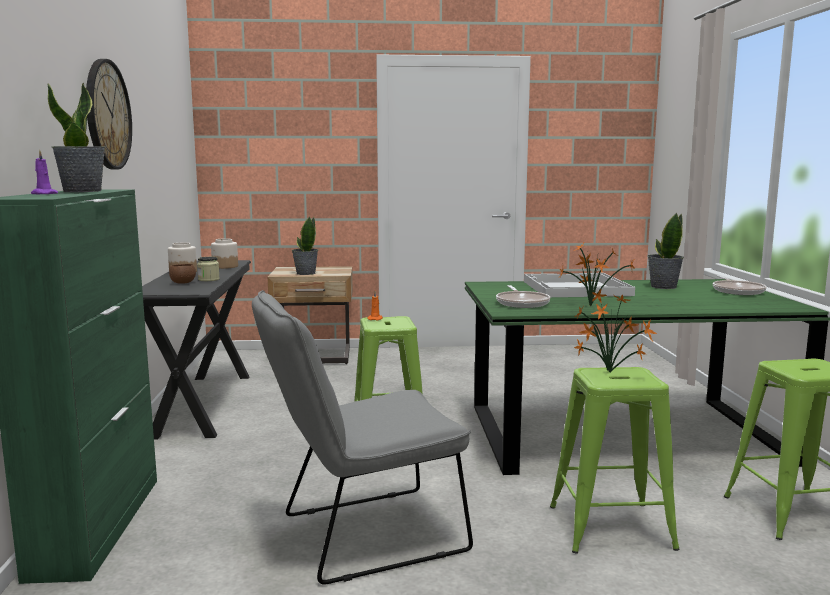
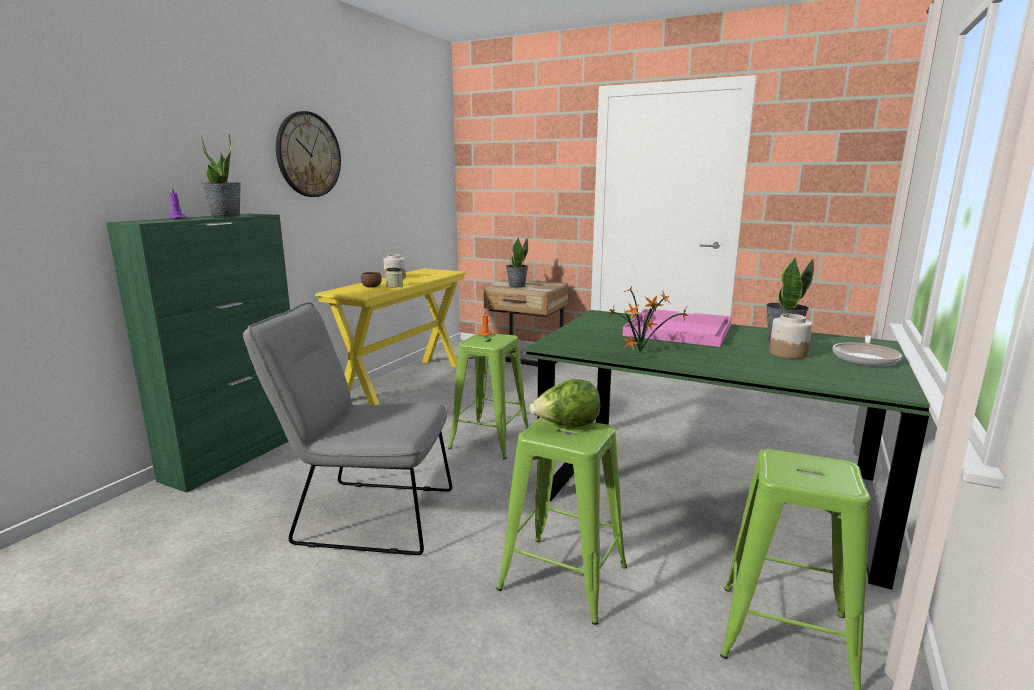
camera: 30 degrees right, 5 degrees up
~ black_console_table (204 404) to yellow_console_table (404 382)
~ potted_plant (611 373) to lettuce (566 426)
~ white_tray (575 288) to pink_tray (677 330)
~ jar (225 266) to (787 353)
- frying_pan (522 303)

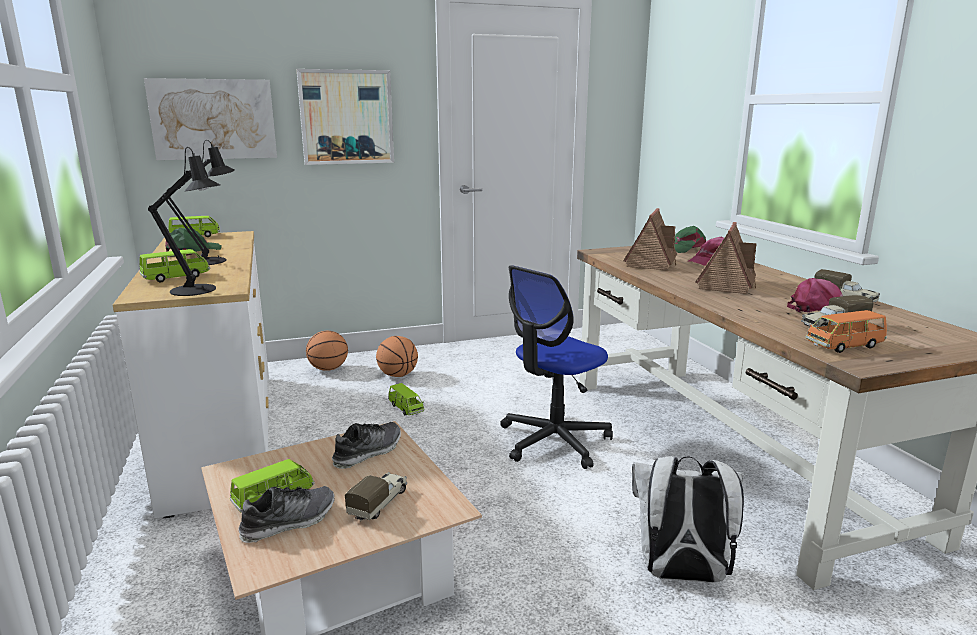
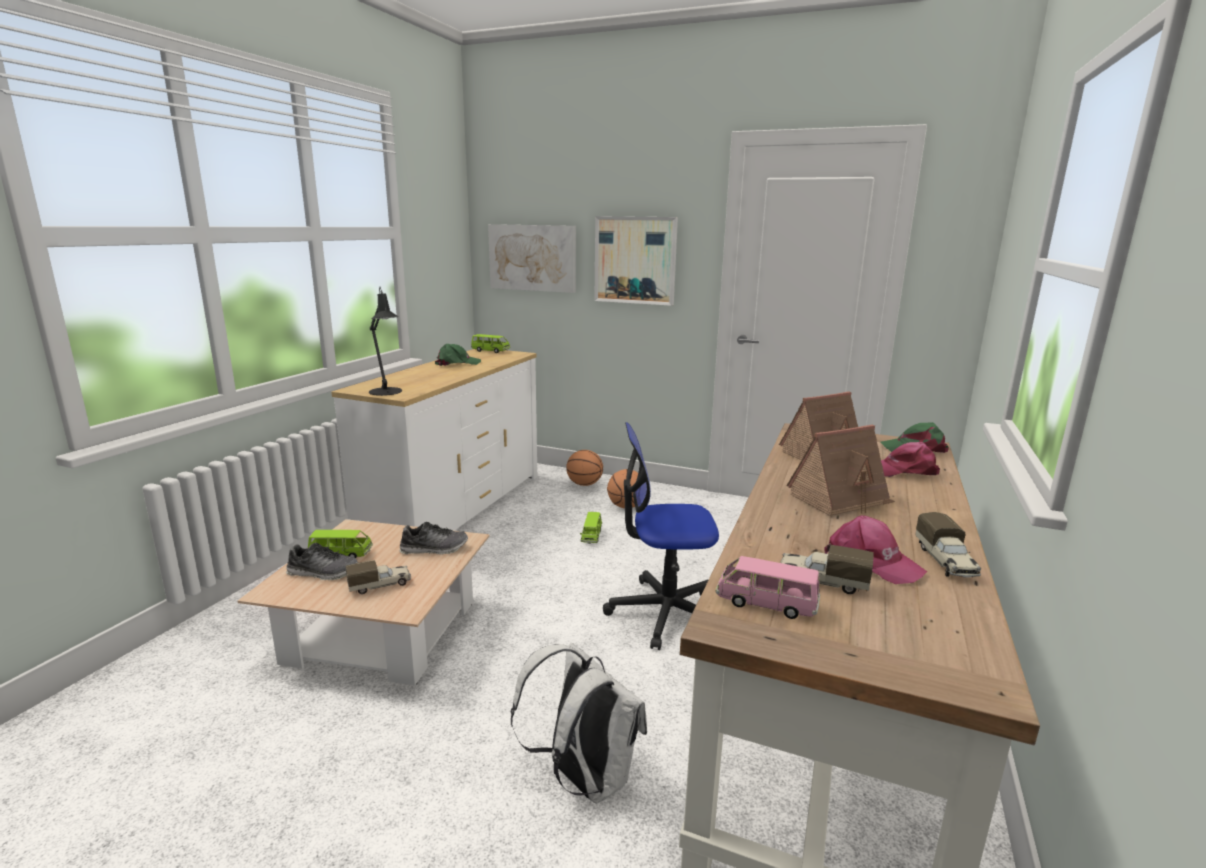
camera: 40 degrees right, 0 degrees up
~ orange_toy_car (844 346) to pink_toy_car (766 603)
- green_toy_car (176 277)
- black_table_lamp (213 260)

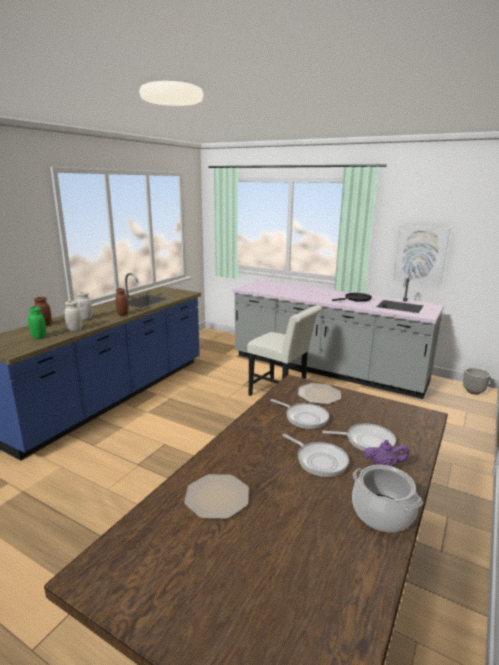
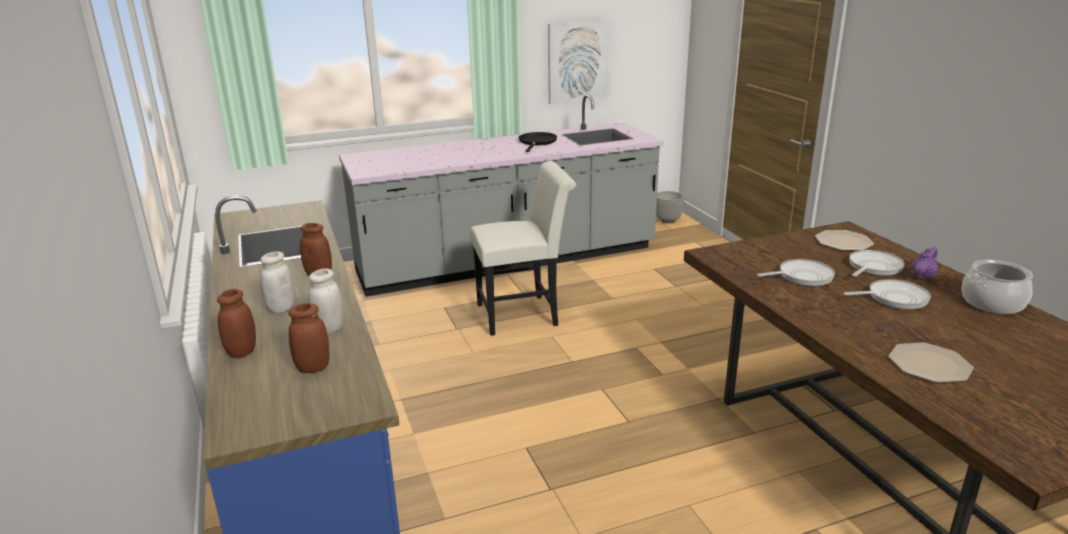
camera: 50 degrees left, 5 degrees up
~ green_jar (39 337) to brown_jar (313 368)
~ plate (319 394) to (843 241)

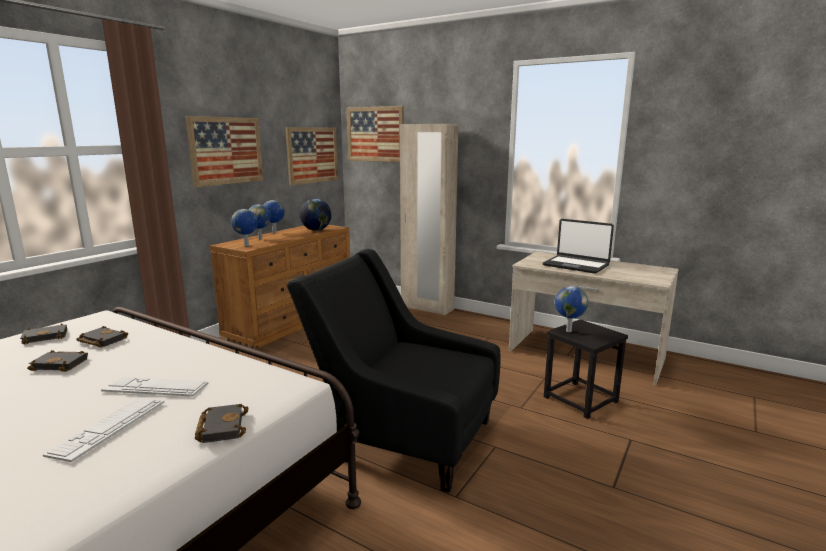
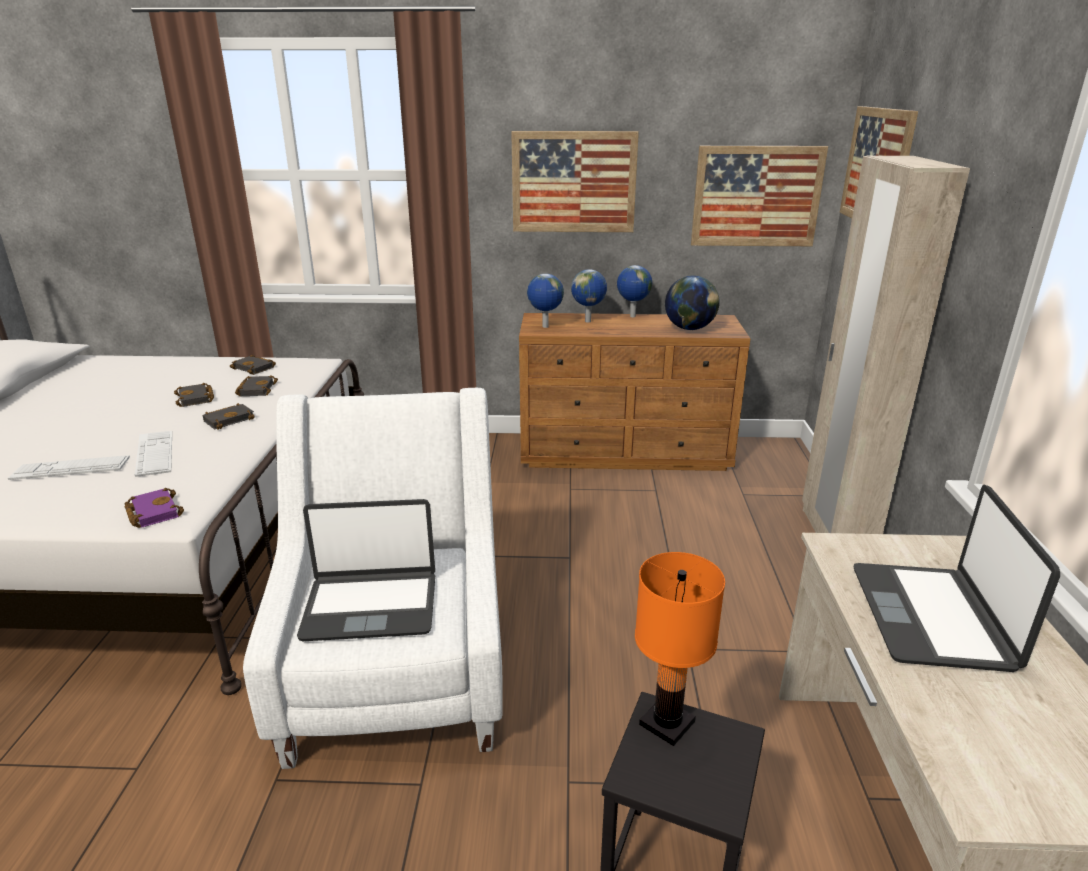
camera: 60 degrees right, 10 degrees up
+ purple_book (152 512)
~ black_book (221 427) to (229 419)
~ black_armchair (403 435) to white_armchair (398 672)
+ laptop (371 606)
~ globe (568 331) to orange_table_lamp (666 722)

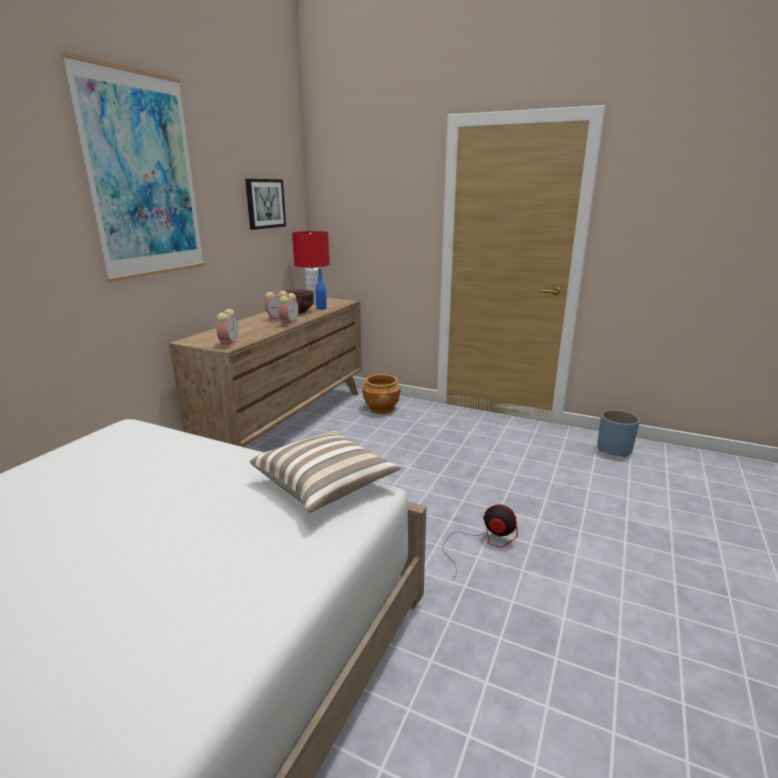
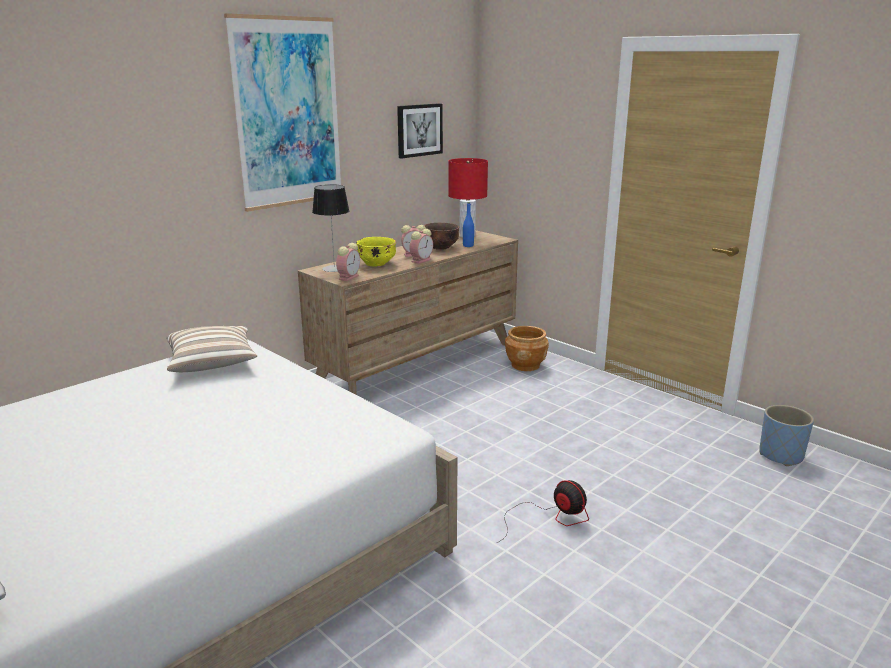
camera: 20 degrees right, 0 degrees up
~ pillow (326 485) to (212 363)
+ table_lamp (334 268)
+ yellow_bowl (376 264)

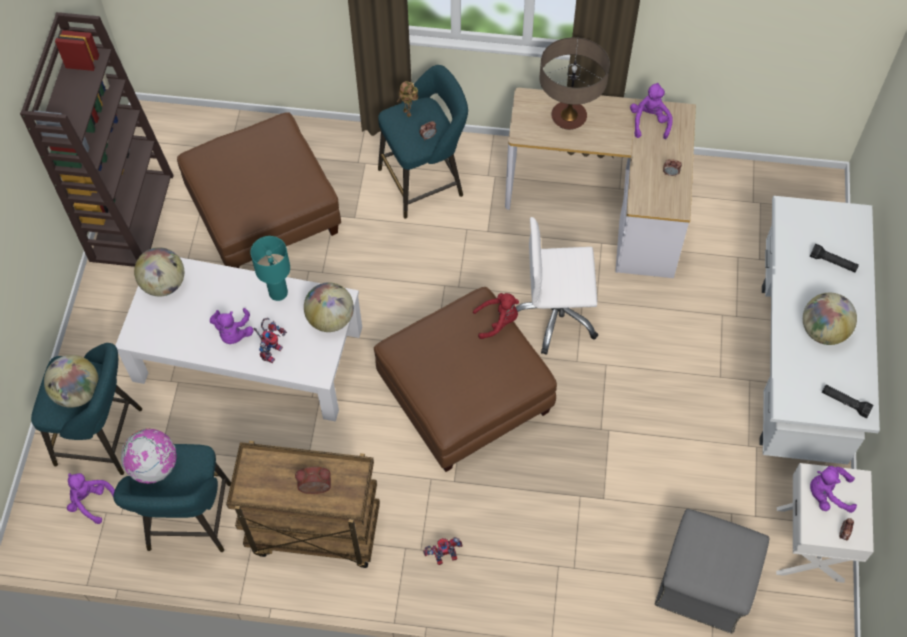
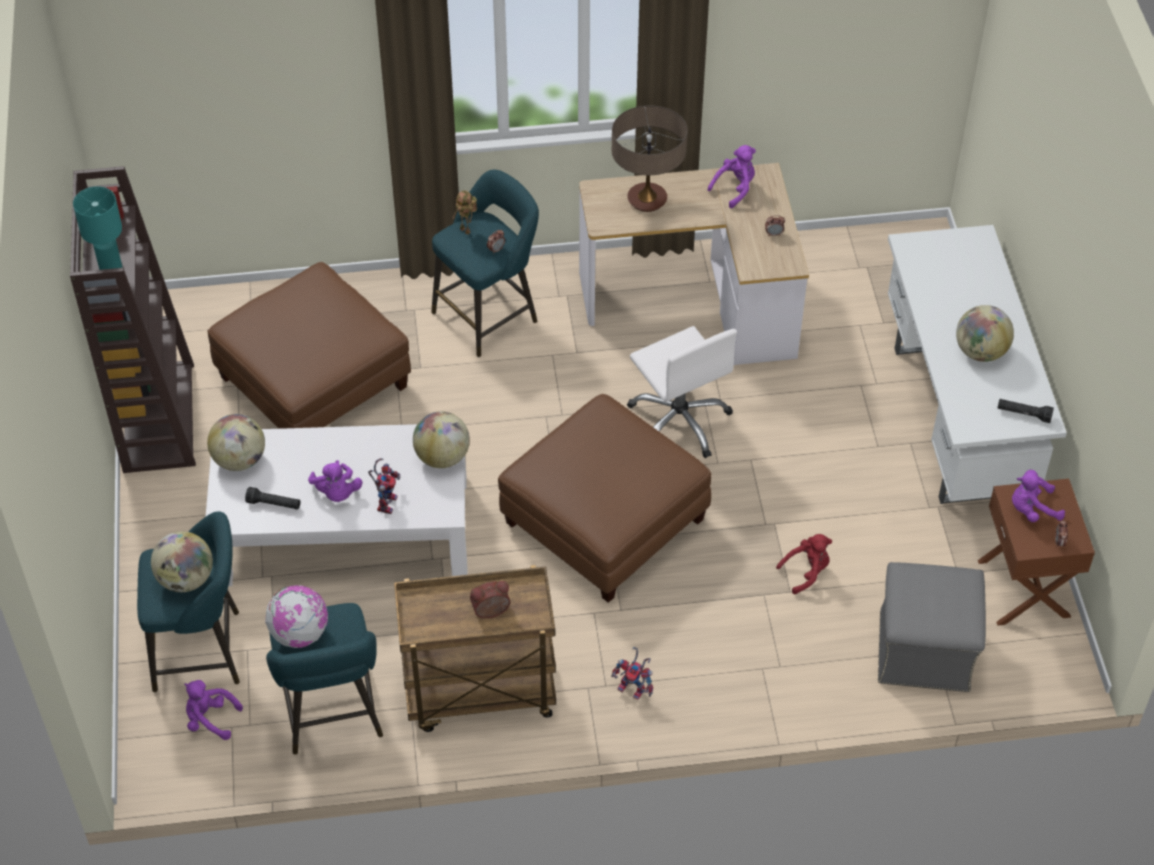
camera: 15 degrees left, 10 degrees down
~ turquoise_table_lamp (279 293) to (111 269)
~ black_flashlight (833 263) to (274 504)
~ toy_robot (444 558) = (634 688) 120 degrees counterclockwise
~ white_office_chair (555 315) = (679 421) 105 degrees counterclockwise
~ purple_plush_toy (649 122) = (735 188) 60 degrees clockwise
~ red_plush_toy (498 321) to (806 572)
~ white_nightstand (811 544) to brown_nightstand (1025 588)

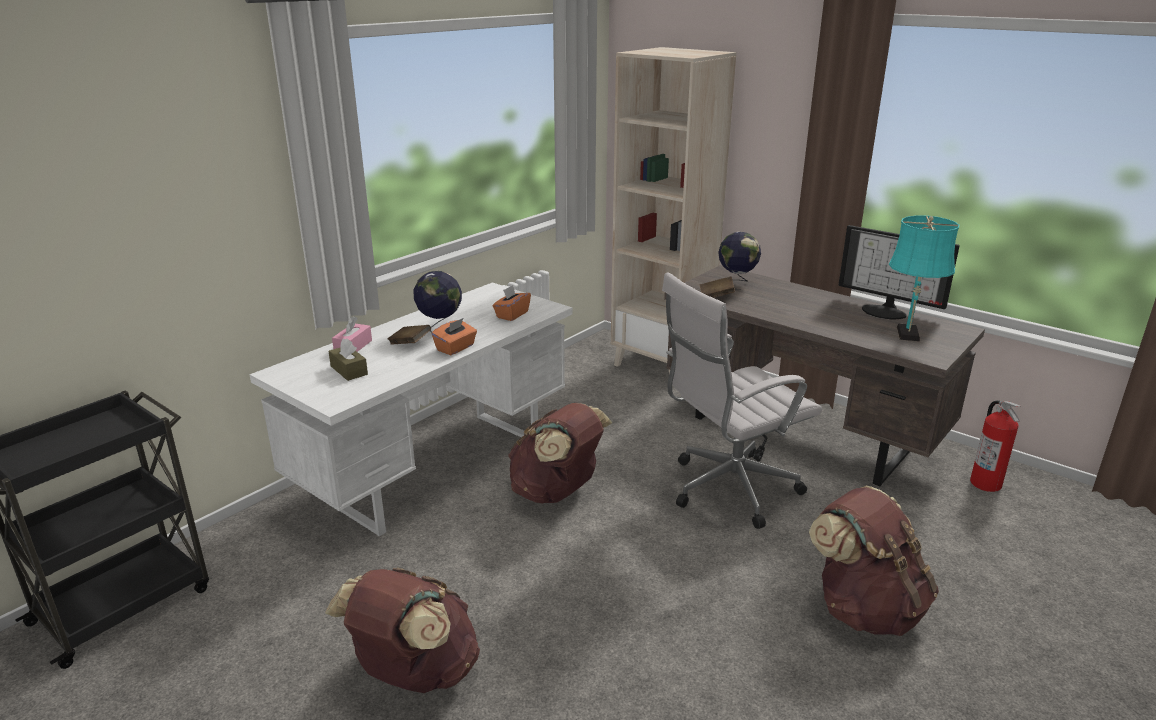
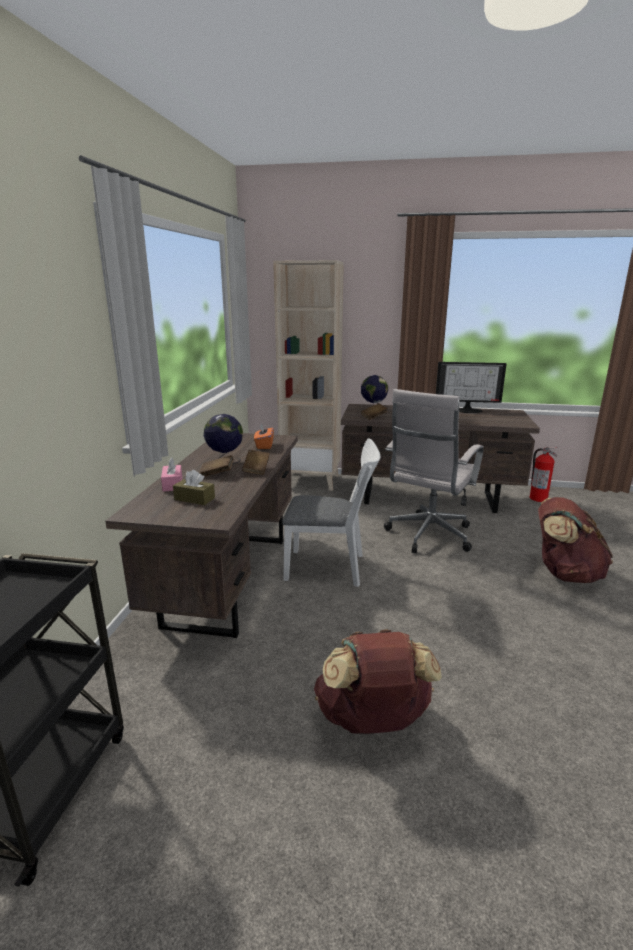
camera: 30 degrees left, 5 degrees down
~ white_desk (437 467) to brown_desk (229 578)
~ orange_tissue_box (456 348) to brown_book (256 470)
~ brown_backpack (557 492) to white_chair (331 568)
- turquoise_table_lamp (908 335)

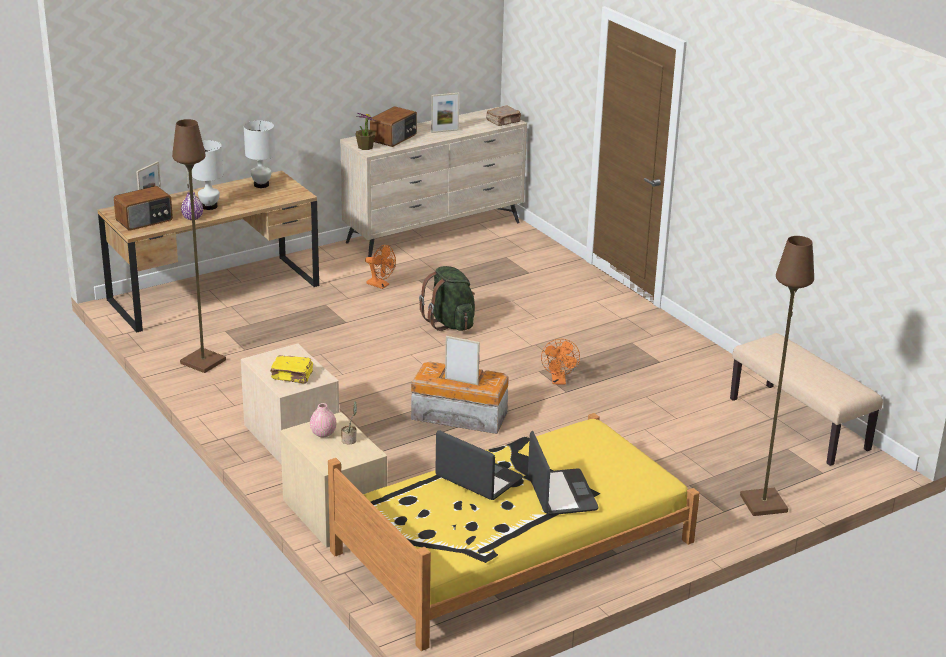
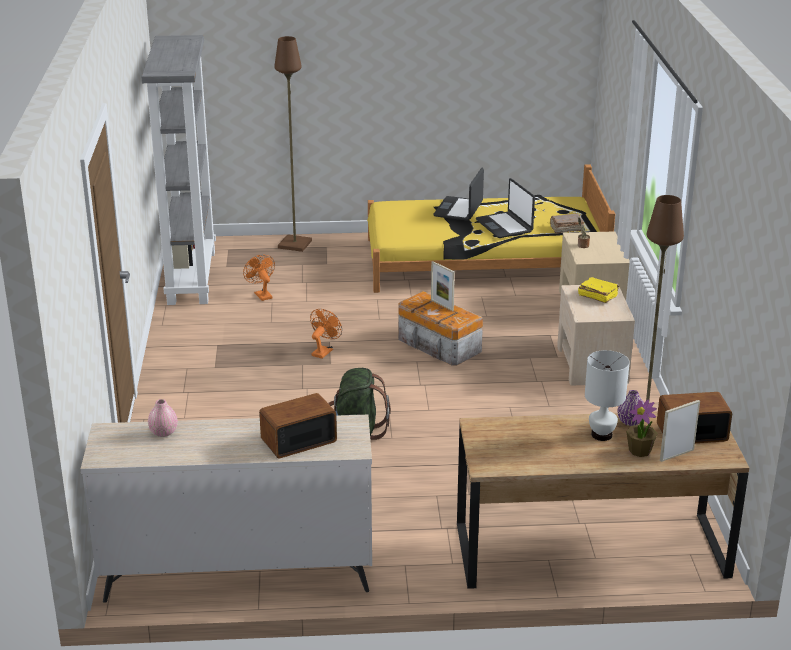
camera: 150 degrees left, 0 degrees up
~ beige_bench (799 424) to grey_bookcase (190 277)
~ pink_vase (323 433) to (163 432)
~ orange_fan (381 285) to (261 294)
~ brown_book (503 121) to (566 229)
~ potted_plant (365 147) to (640 451)
- white_table_lamp (261 185)
- picture_frame (444 131)

